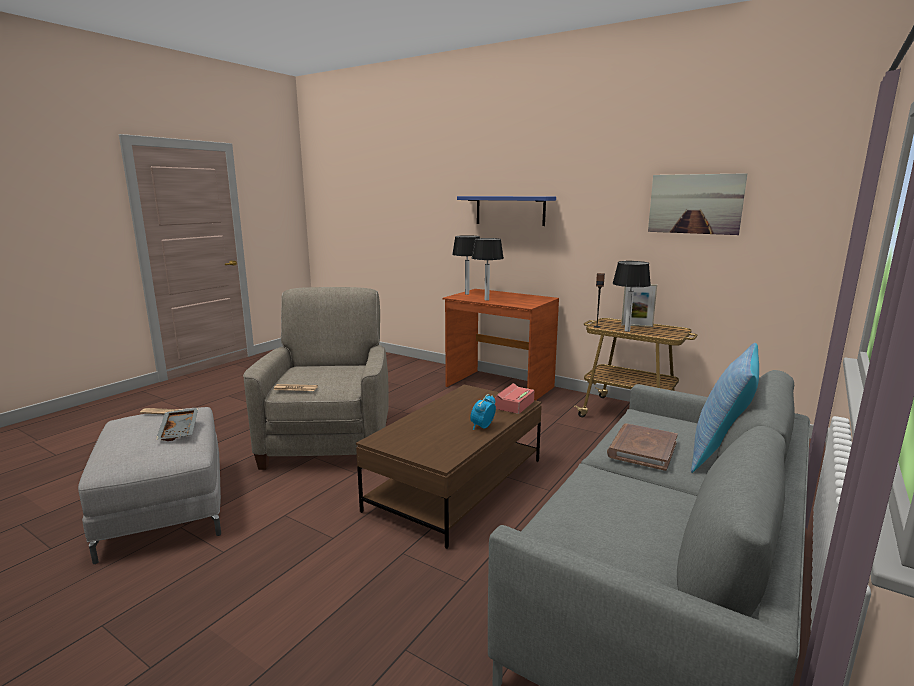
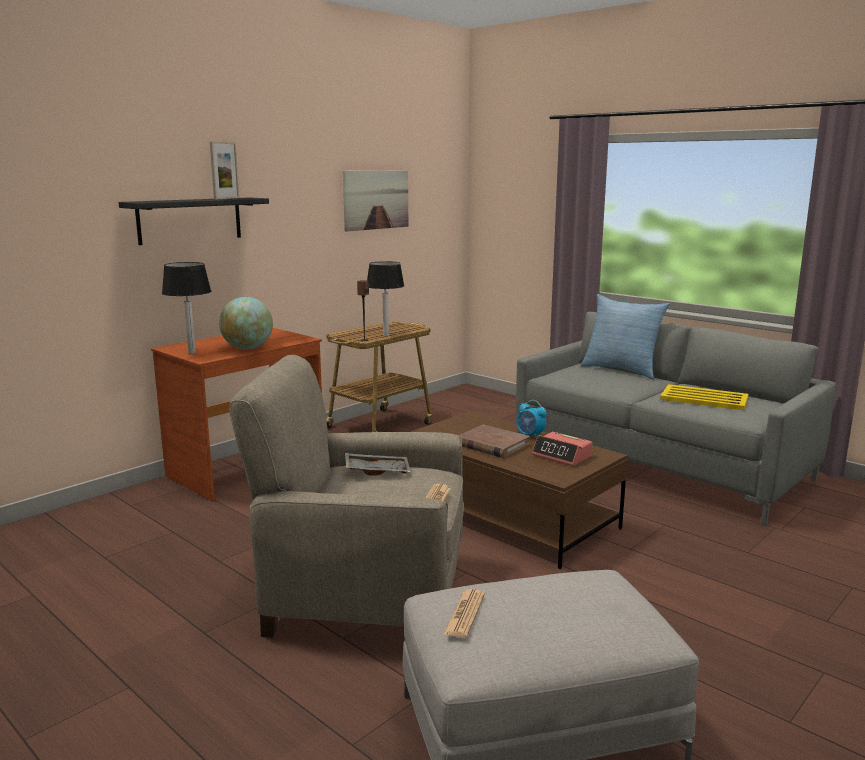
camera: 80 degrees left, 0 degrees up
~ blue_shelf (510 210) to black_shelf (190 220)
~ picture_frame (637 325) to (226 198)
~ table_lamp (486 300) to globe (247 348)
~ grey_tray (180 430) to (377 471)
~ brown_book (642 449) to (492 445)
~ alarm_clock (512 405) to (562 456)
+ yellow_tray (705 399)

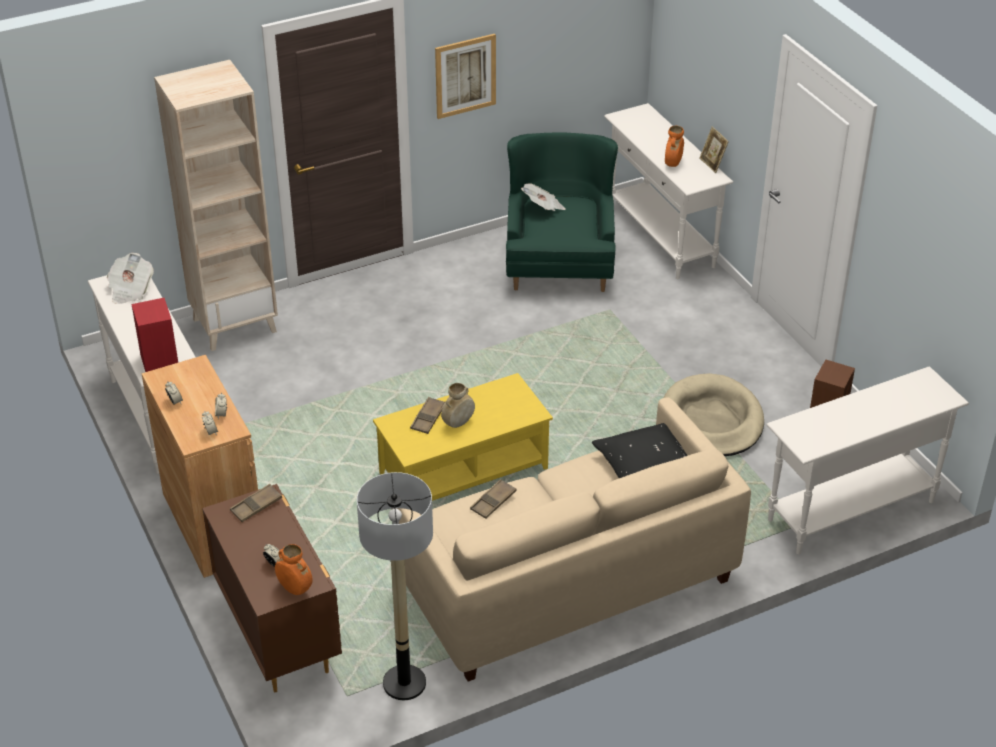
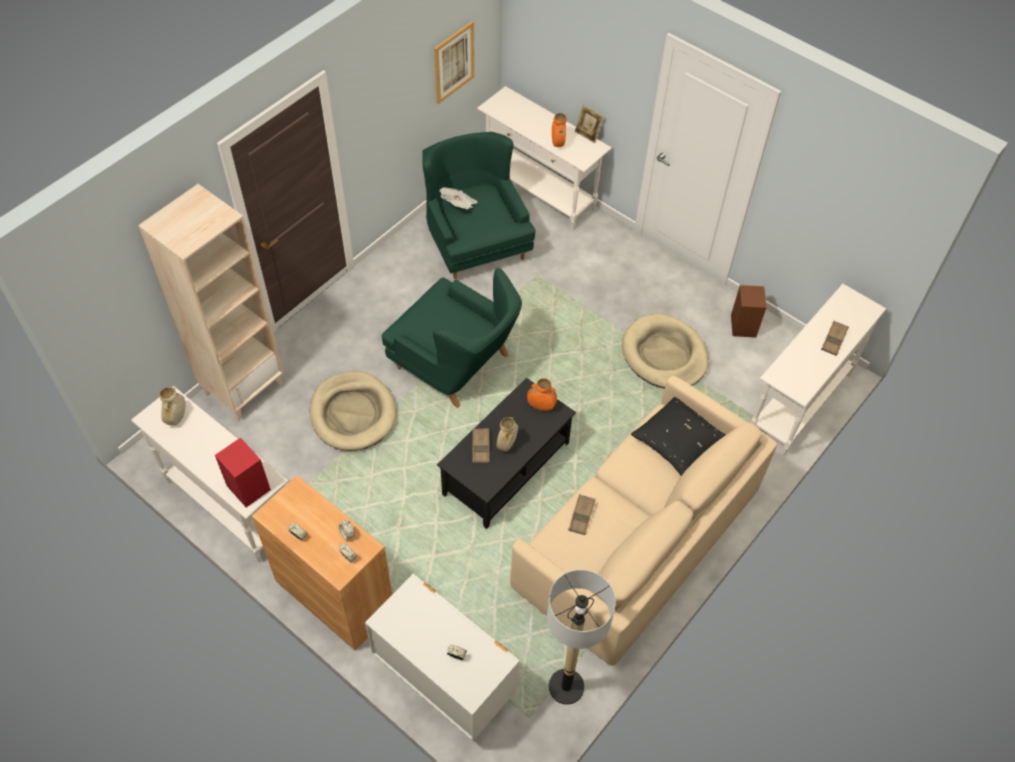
camera: 25 degrees left, 15 degrees up
~ newspaper (130 290) to beige_vase (177 417)
+ beige_dog_bed (353 413)
~ brown_dresser (278 633) to white_dresser (444 680)
+ green_armchair (455 364)
~ picture (465 76) to (454 62)
~ yellow_coffee_table (464 472) to black_coffee_table (507 469)
~ orange_vase (294 589) to (541 406)
~ brown_tray (256 506) to (834 340)

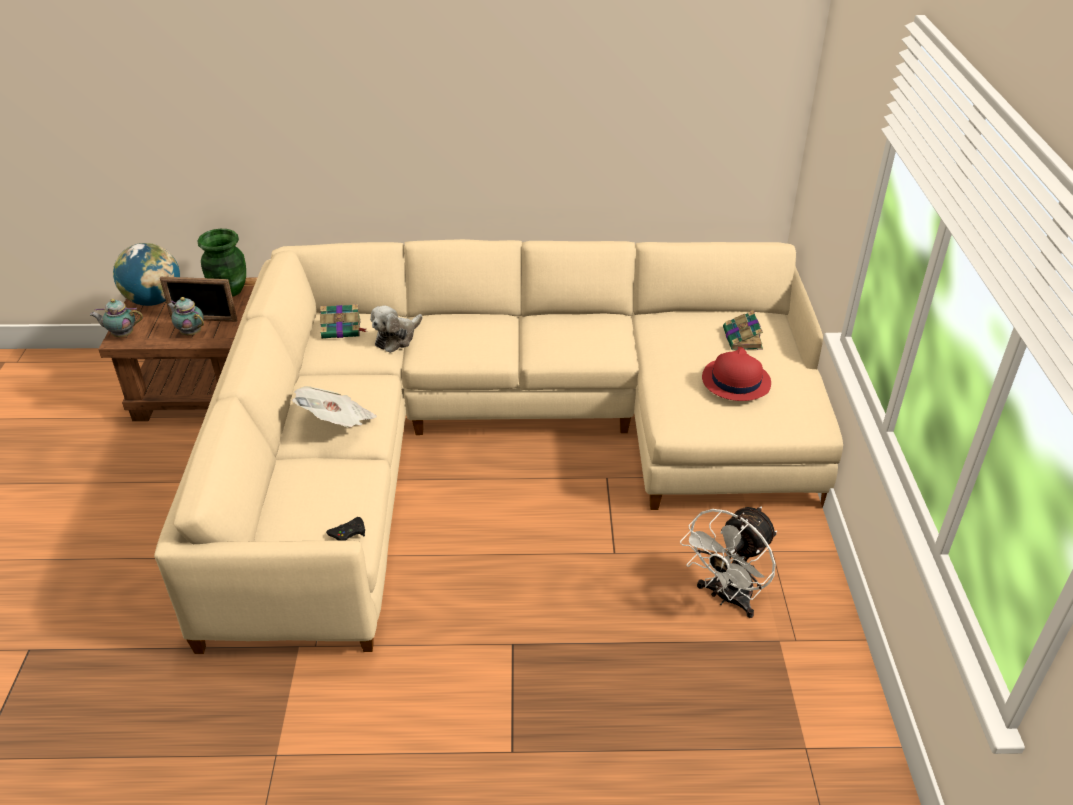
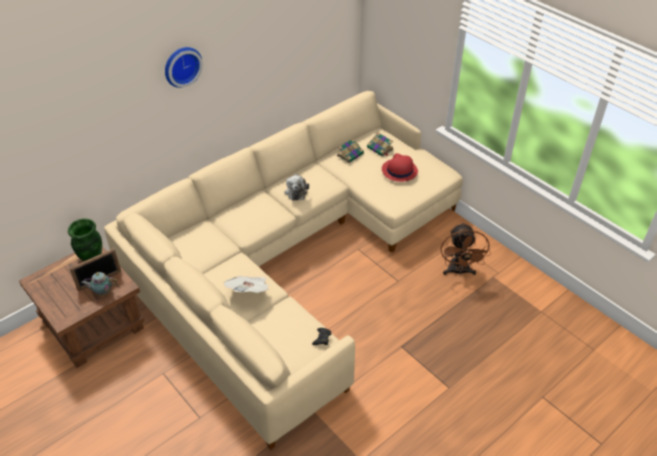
camera: 40 degrees left, 5 degrees up
+ wall_clock (181 66)
~ plush_toy (396 338) to (296 191)
~ book (342 329) to (350 154)
~ white_fan (727 598) to brown_fan (459 272)
- teapot (122 335)
- globe (154 300)

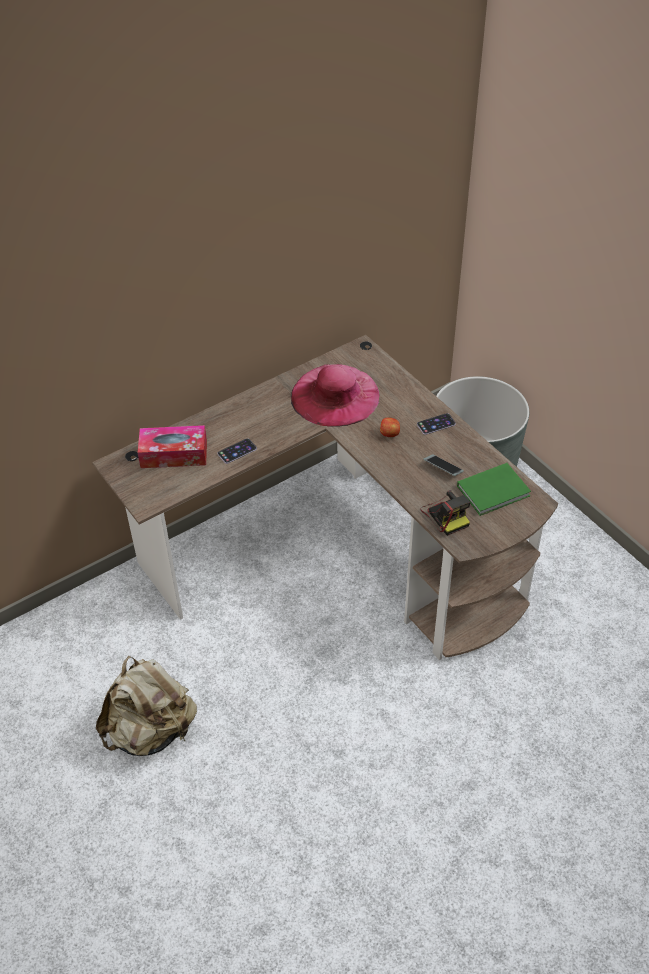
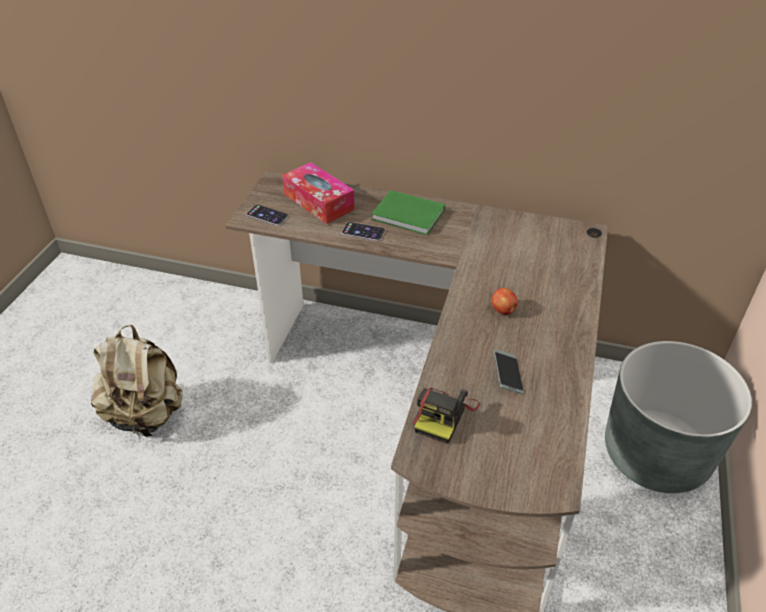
camera: 50 degrees right, 5 degrees down
~ phone (436 424) to (267 215)
~ green_book (495 491) to (409 216)
- pink_hat (335 395)

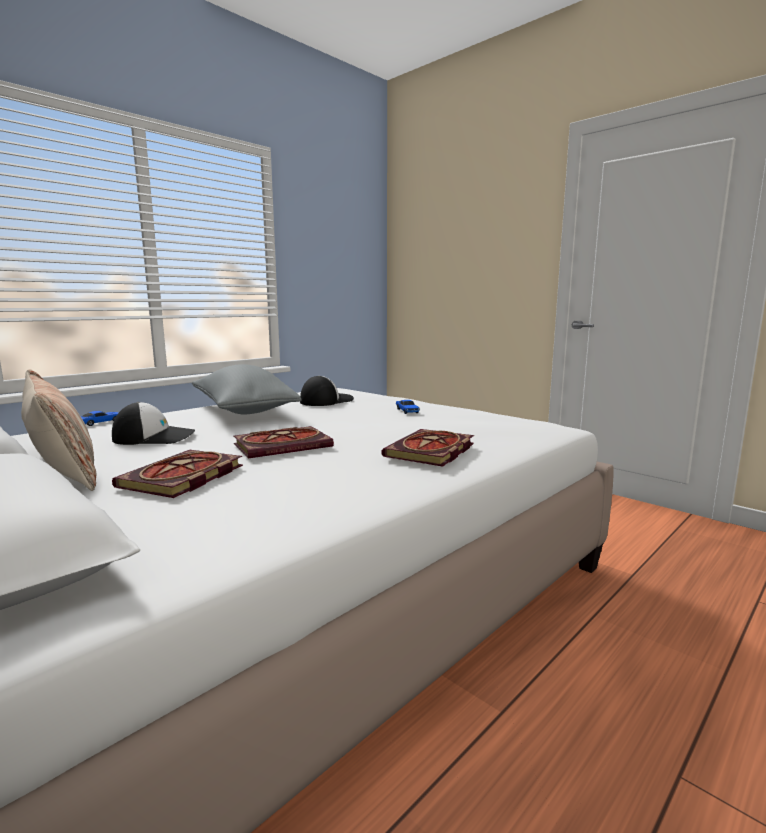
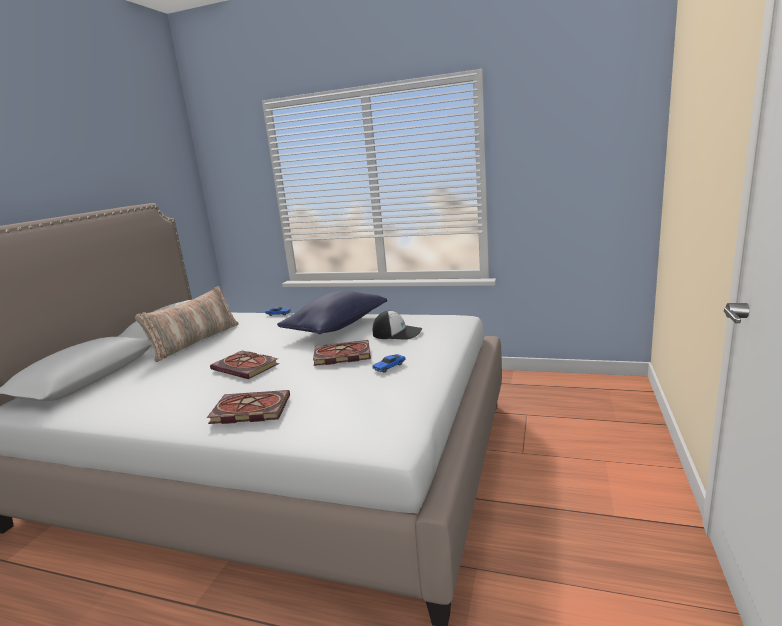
camera: 65 degrees right, 5 degrees up
~ grey_pillow (243 411) to blue_pillow (336 326)
~ book (182 478) to (340 356)
- cap (155 437)

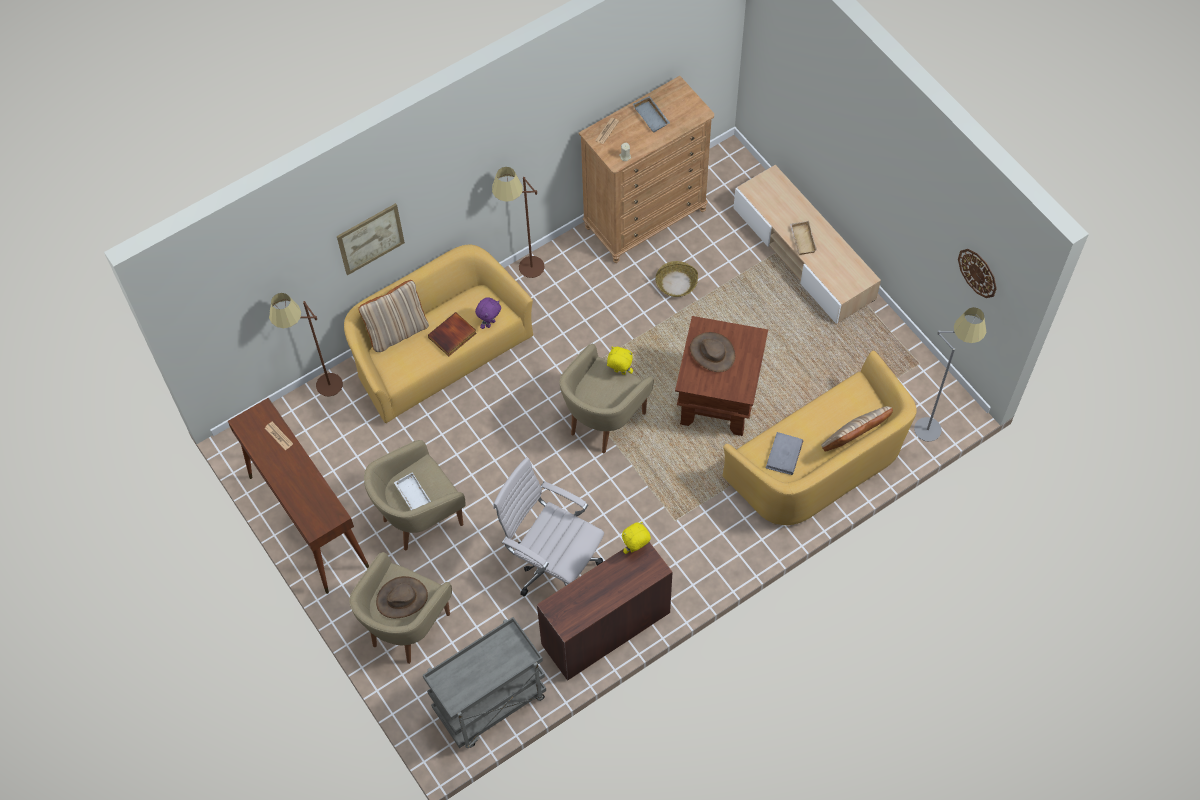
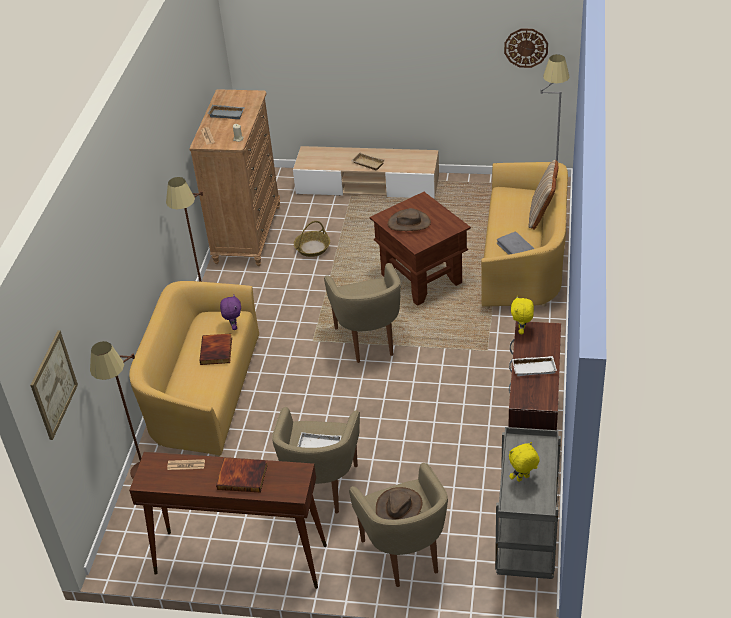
camera: 45 degrees left, 20 degrees down
~ picture (370 238) to (53 384)
+ book (243 476)
~ yellow_plush_toy (619 372) to (523 479)
+ white_tray (534 367)
- beige_pillow (397 331)
- white_office_chair (552 564)

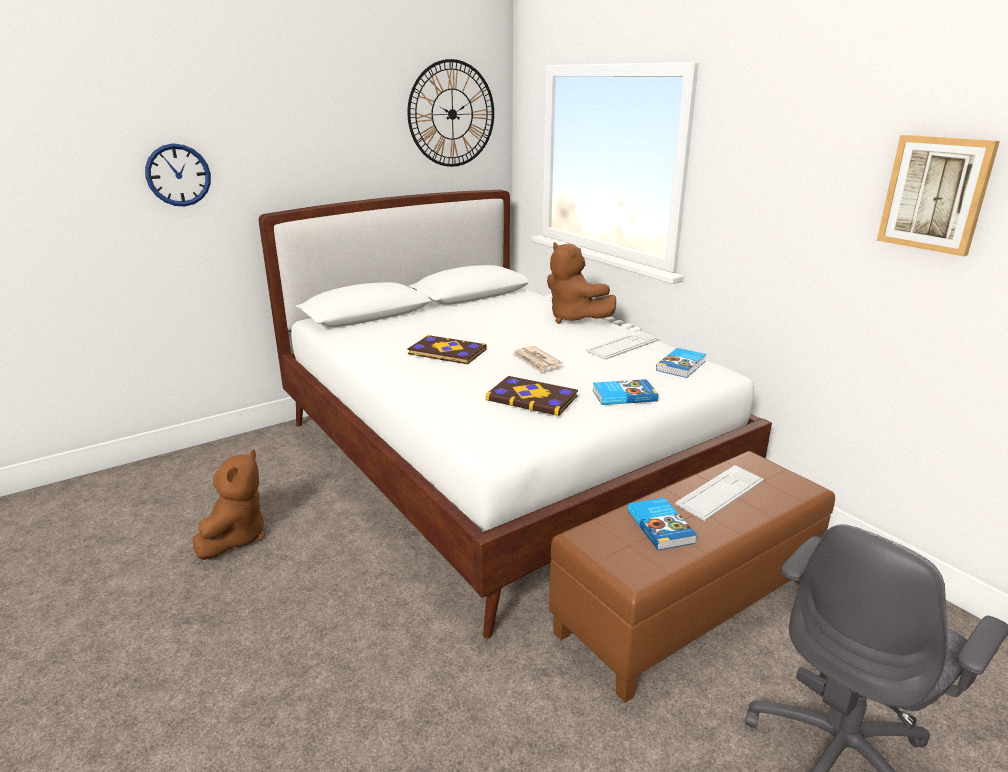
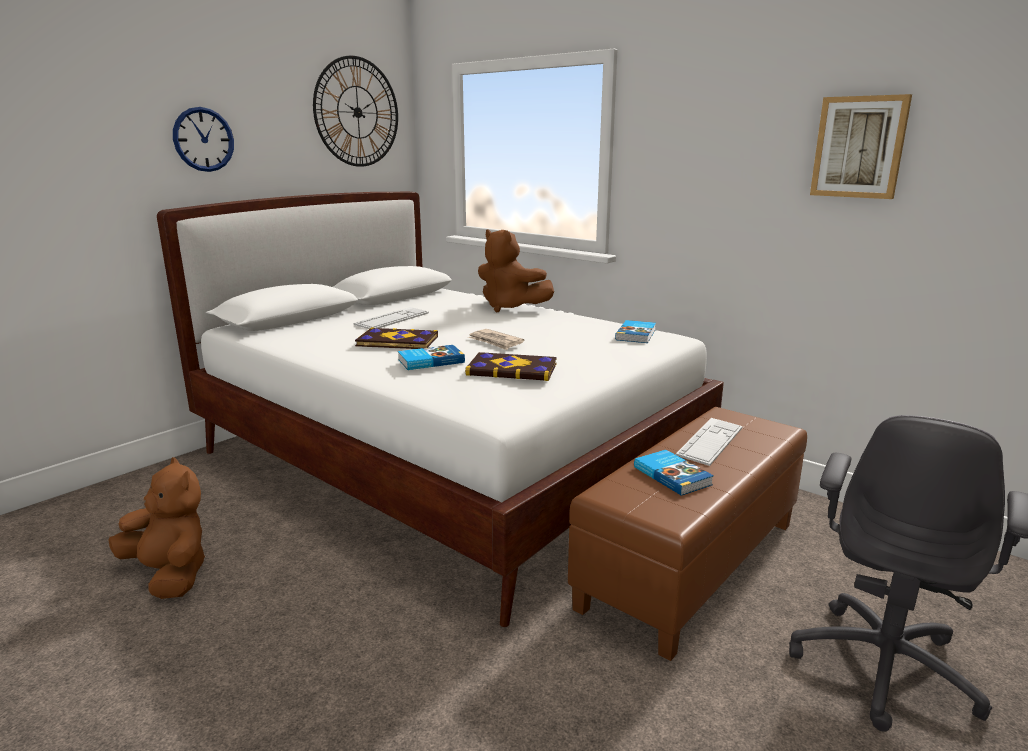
camera: 15 degrees left, 5 degrees down
~ brown_plush_toy (235 537) = (170 574) 45 degrees counterclockwise
~ wall_clock (178 175) to (203 139)
~ keyboard (622 346) to (392 319)
~ book (623 395) to (430 361)

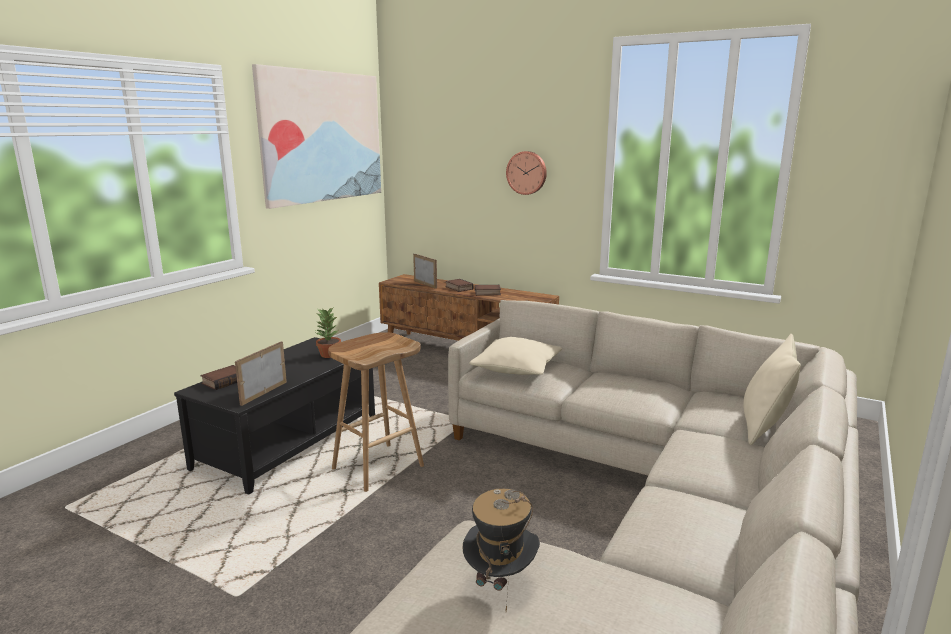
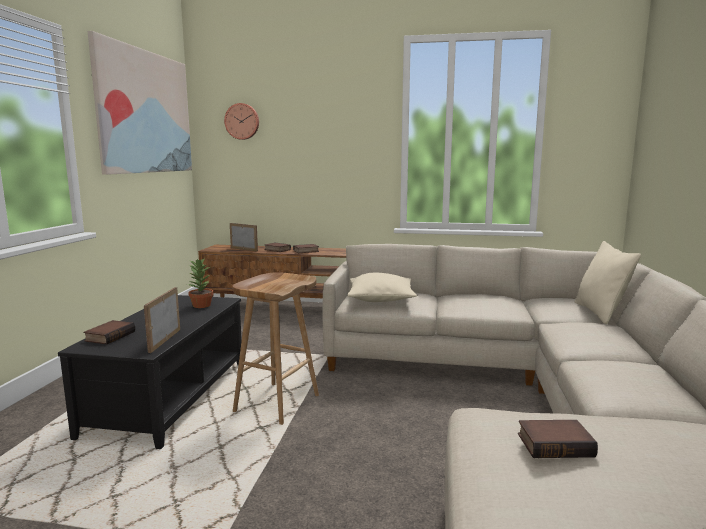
camera: 20 degrees left, 5 degrees down
~ wall_clock (527 172) to (242 121)
~ hat (500 583) to book (555 444)

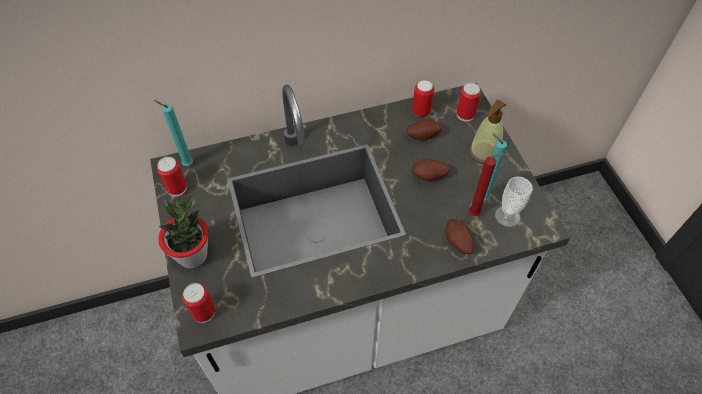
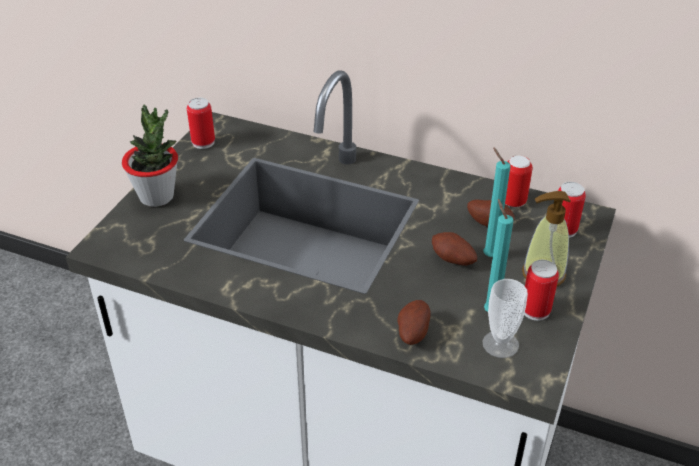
camera: 40 degrees right, 15 degrees down
~ turquoise_candle (186 164) to (488 255)
~ can (204 312) to (535 310)
- red_candle (475 214)

